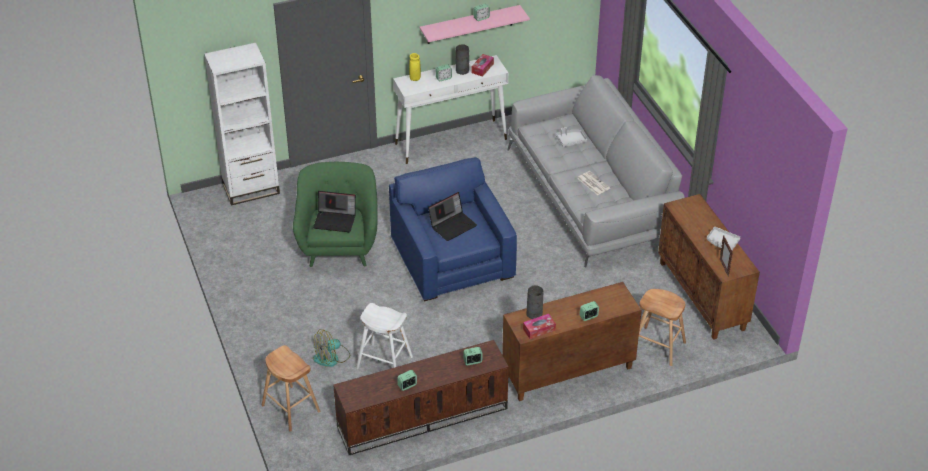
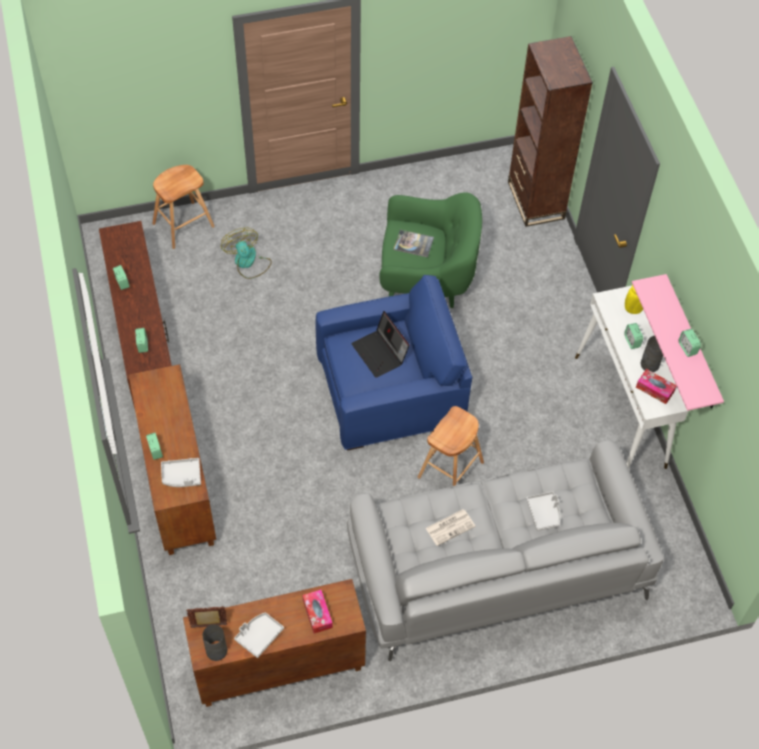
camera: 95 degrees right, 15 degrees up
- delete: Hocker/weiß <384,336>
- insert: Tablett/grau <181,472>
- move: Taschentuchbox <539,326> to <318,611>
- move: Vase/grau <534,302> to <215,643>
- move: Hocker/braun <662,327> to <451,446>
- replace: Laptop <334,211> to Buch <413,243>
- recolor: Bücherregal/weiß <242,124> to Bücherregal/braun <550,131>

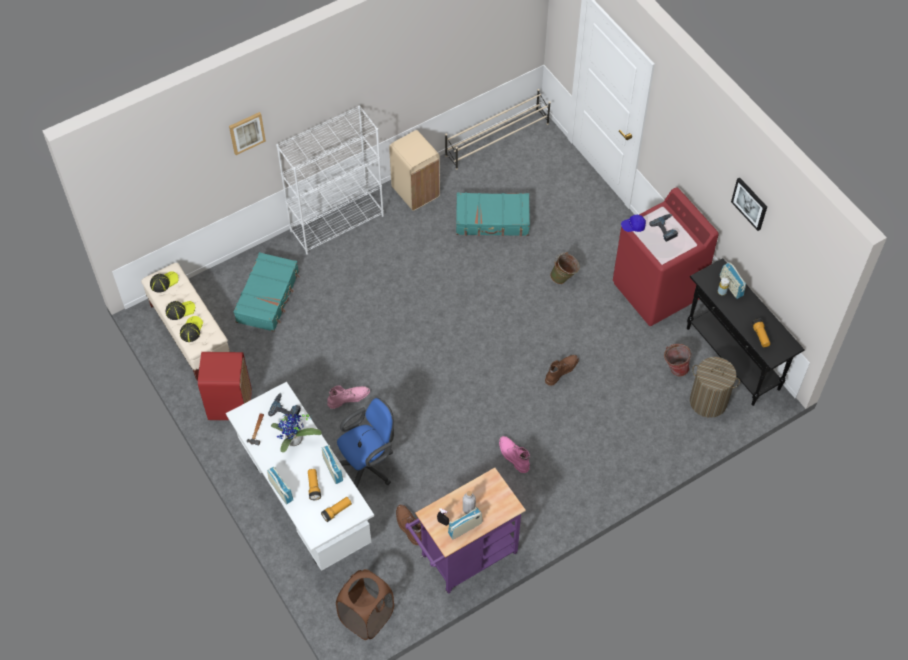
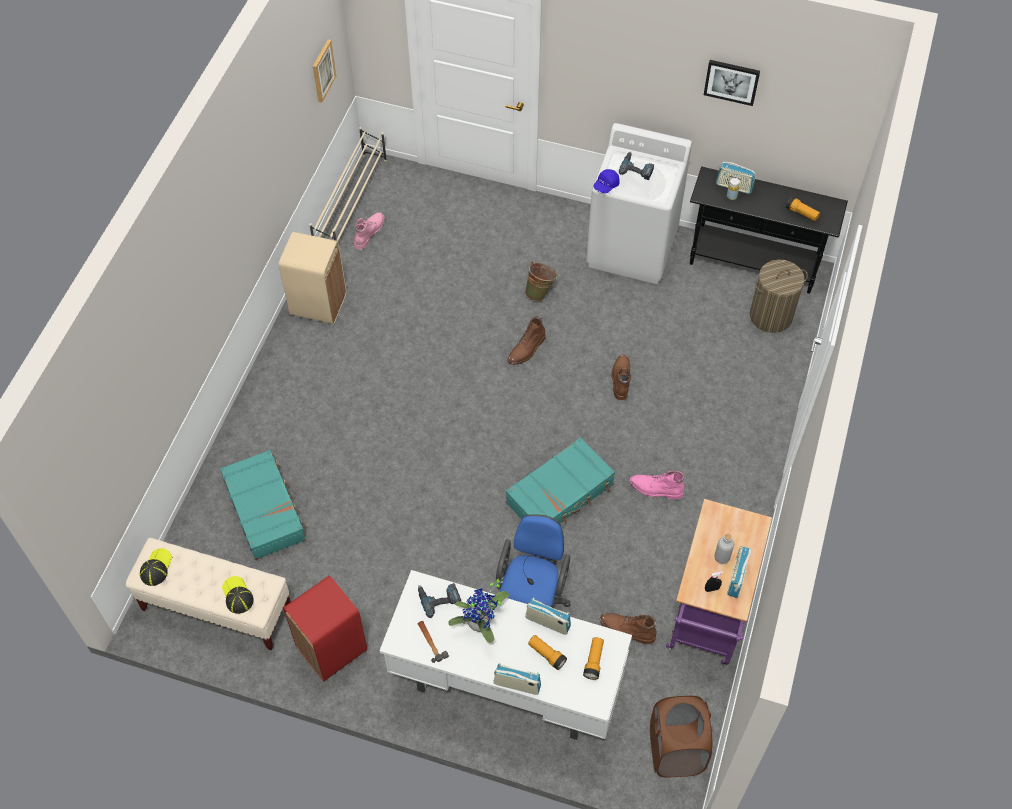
camera: 40 degrees left, 0 degrees up
- delete: Kappe <180,310>
- delete: Bücherregal/weiß <330,180>
- delete: Eimer <678,360>
- insert: Stiefel/braun <526,340>
- move: Bild <247,133> to <324,71>
- move: Stiefel/rosa <348,397> to <369,231>
- move: Koffer/türkis <493,214> to <560,480>
- recolor: Waschmaschine/rot <666,256> to Waschmaschine/weiß <639,203>

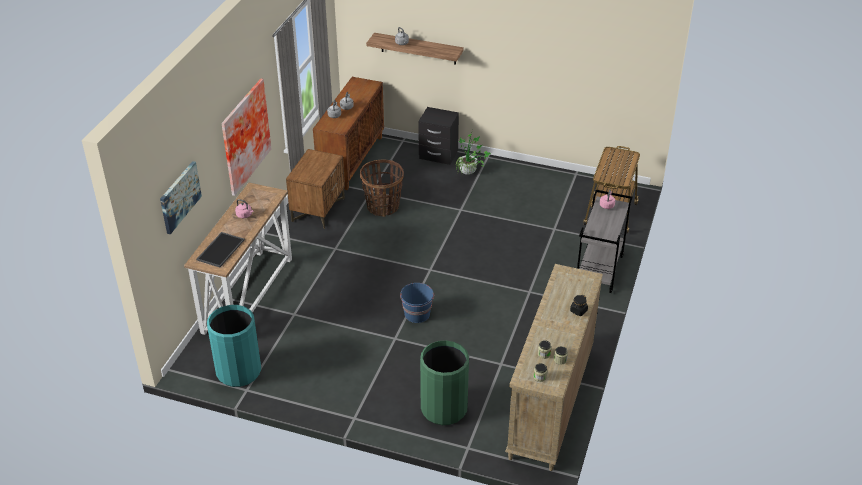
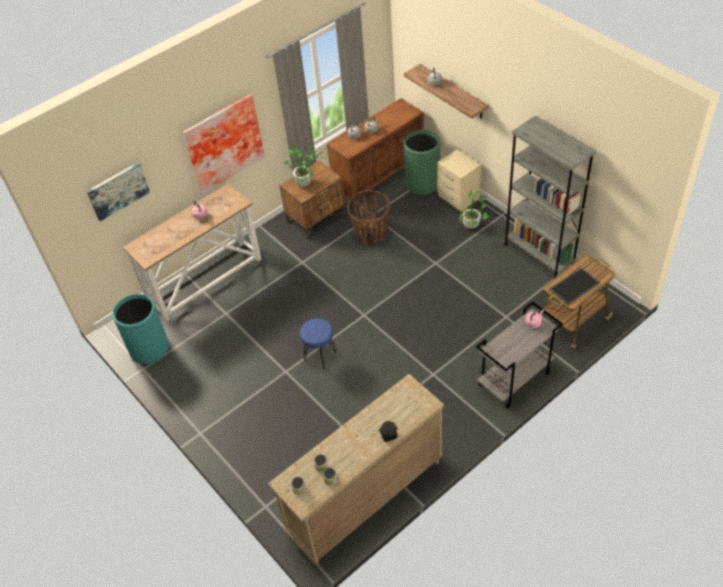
camera: 35 degrees right, 10 degrees up
- insert: Topfpflanze <306,166>
- insert: Bücherregal/grau <550,197>
- move: Tablett <220,249> to <574,286>
- move: Mülleimer/grün <444,382> to <421,162>
- replace: Eimer/blau <417,303> to Hocker/blau <318,344>
- recolor: Nachttisch/schwarz <438,136> to Nachttisch/beige <459,180>

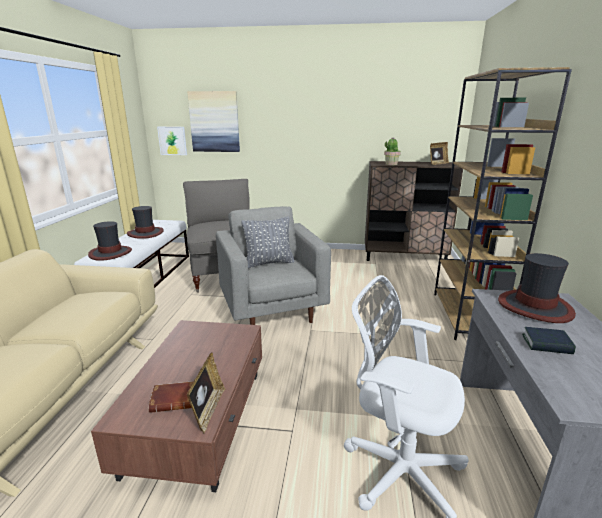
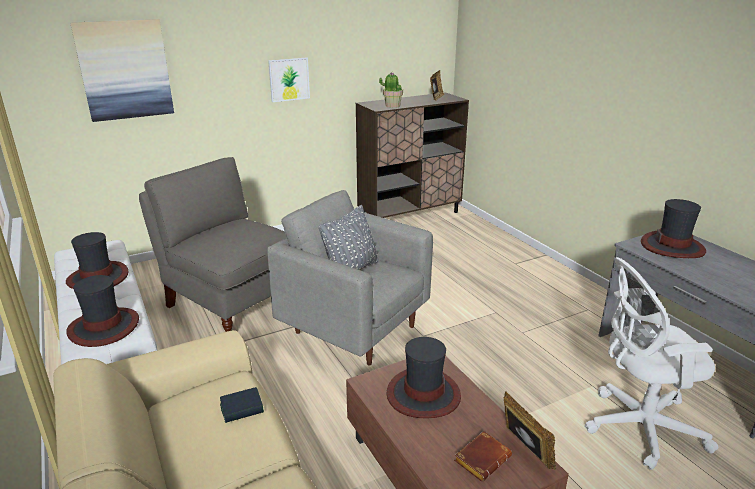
camera: 35 degrees left, 5 degrees up
- delete: Bücherregal/braun <503,203>
- insert: Hut <424,377>
- move: Bild <172,141> to <289,79>
- move: Buch <549,340> to <242,405>

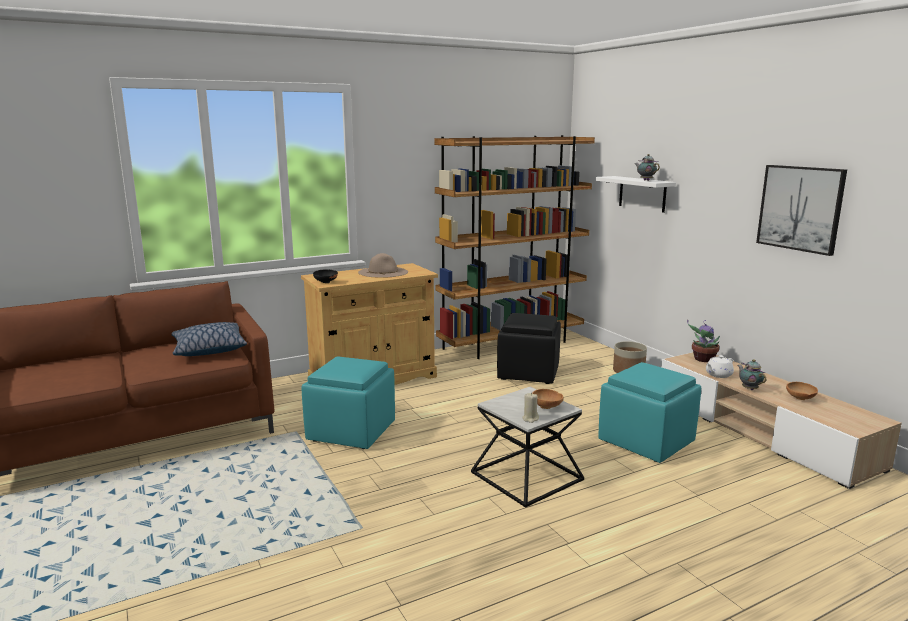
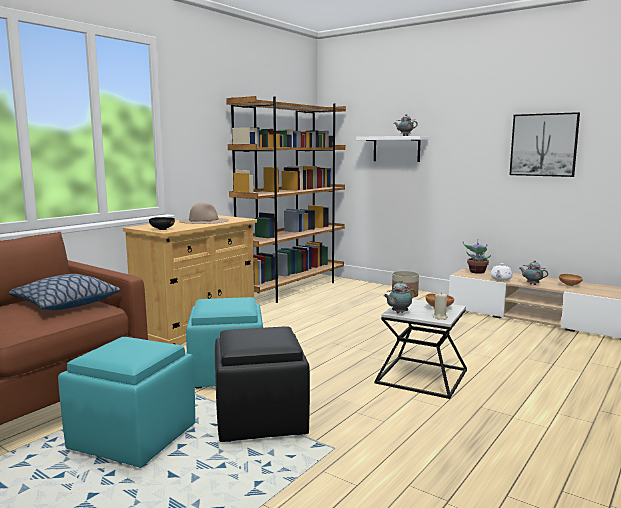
camera: 25 degrees left, 5 degrees down
- insert: Teekanne <400,296>
- move: Polsterhocker/schwarz <529,348> to <262,384>
- move: Polsterhocker/türkis <649,412> to <126,402>

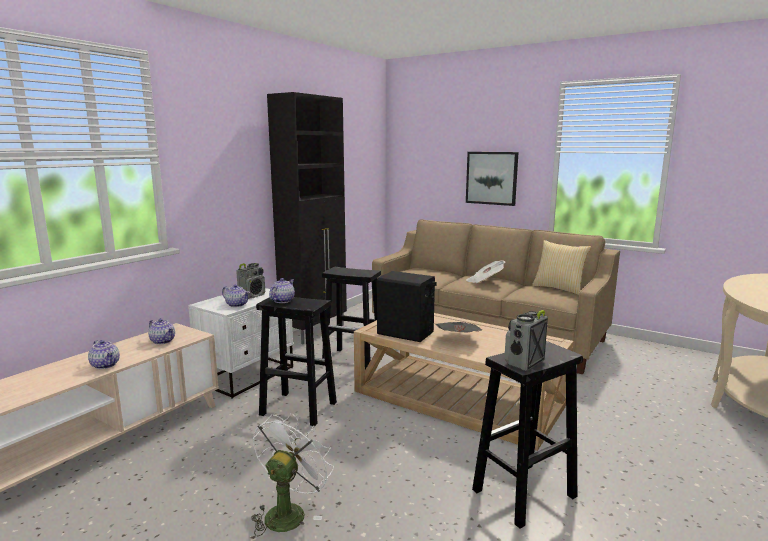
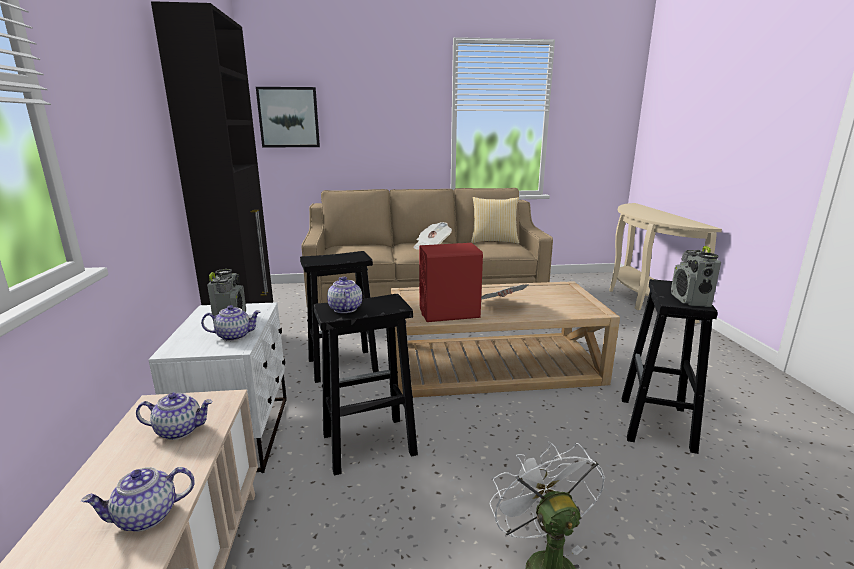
camera: 40 degrees left, 5 degrees up
- move: Bild <492,179> to <288,117>
- recolor: Lautsprecher/schwarz <407,306> to Lautsprecher/rot <451,282>
- rotate: Teekanne <104,354> = <138,499> 150 degrees clockwise

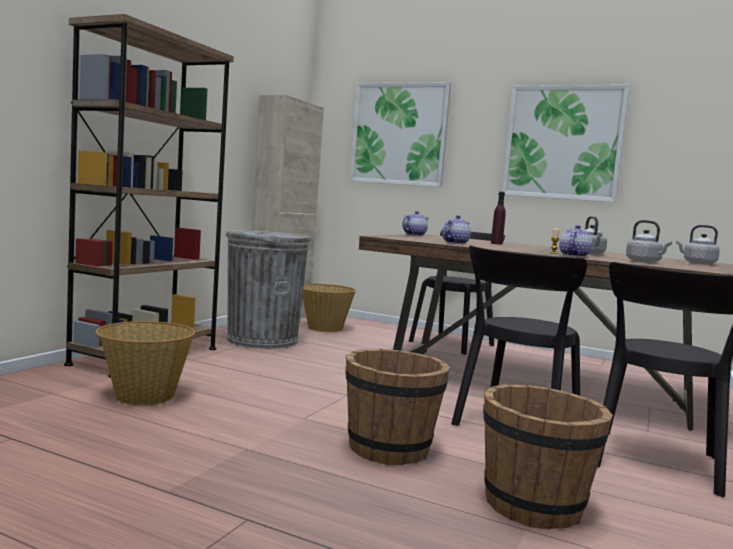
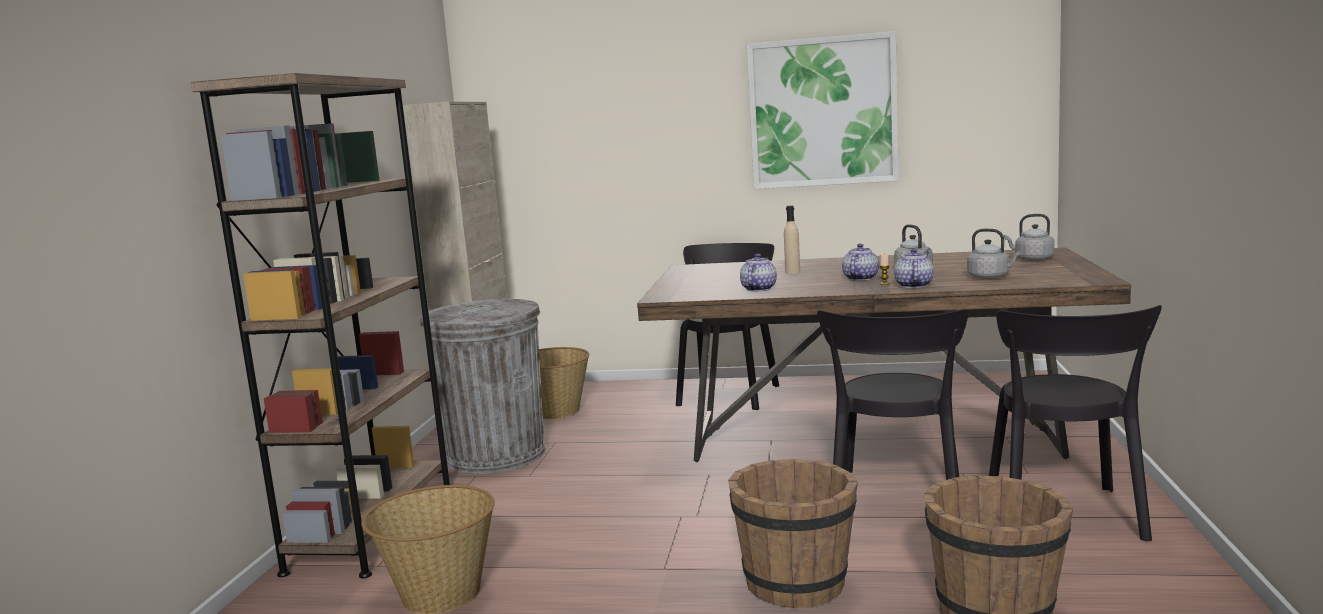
camera: 15 degrees left, 5 degrees up
- delete: Bild <400,134>
- move: Teekanne <415,223> to <860,262>
- recolor: Flasche/lila <498,218> to Flasche/beige <792,240>

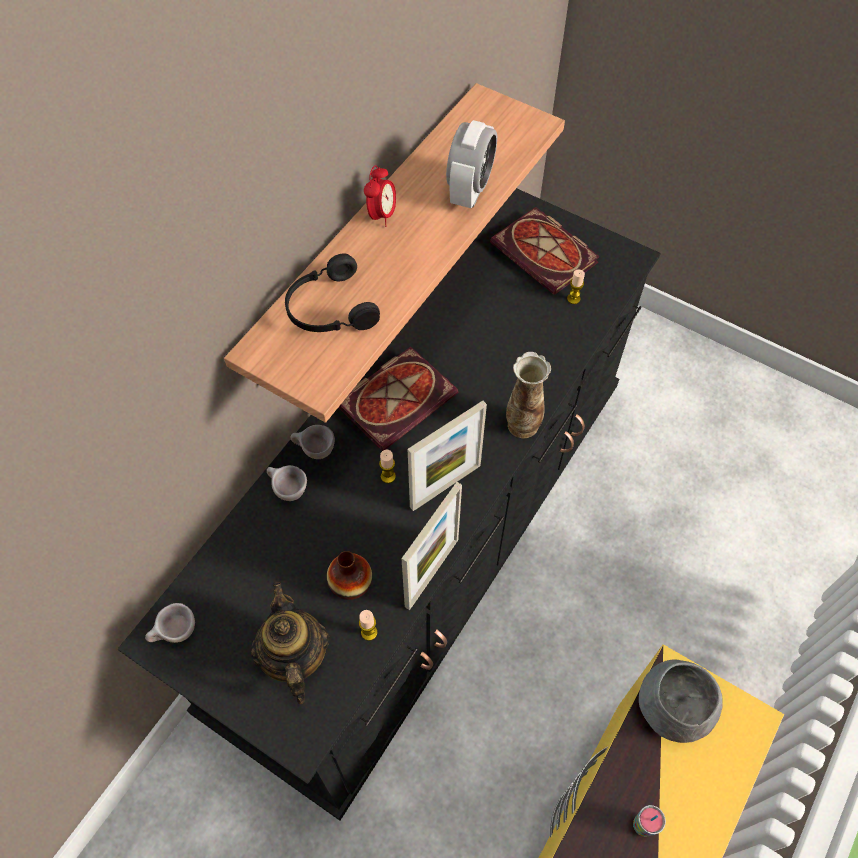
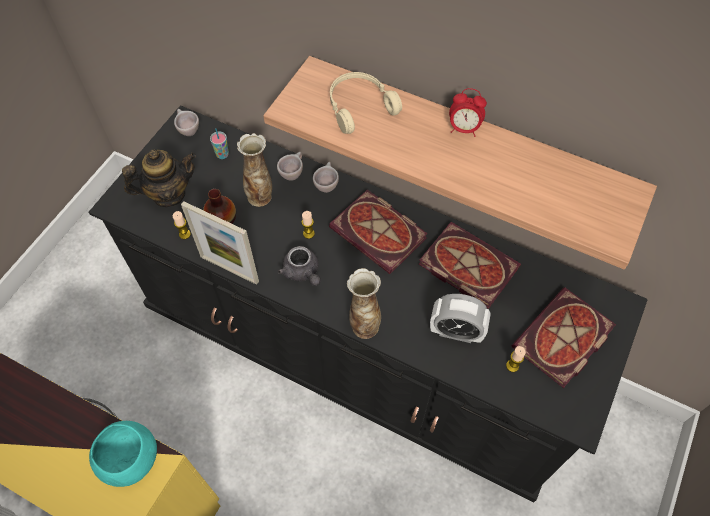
camera: 85 degrees right, 0 degrees up
- insert: Vase <254,170>
- insert: Buch <470,265>
- move: Wecker <471,164> to <460,318>
- move: Tasse <649,821> to <219,143>
- replace: Bilderrahmen <447,456> to Teekanne/grau <299,266>
- recolor: Kopfhörer/schwarz <332,292> to Kopfhörer/beige <366,103>
- recolor: Schüssel/grau <681,701> to Schüssel/türkis <123,454>

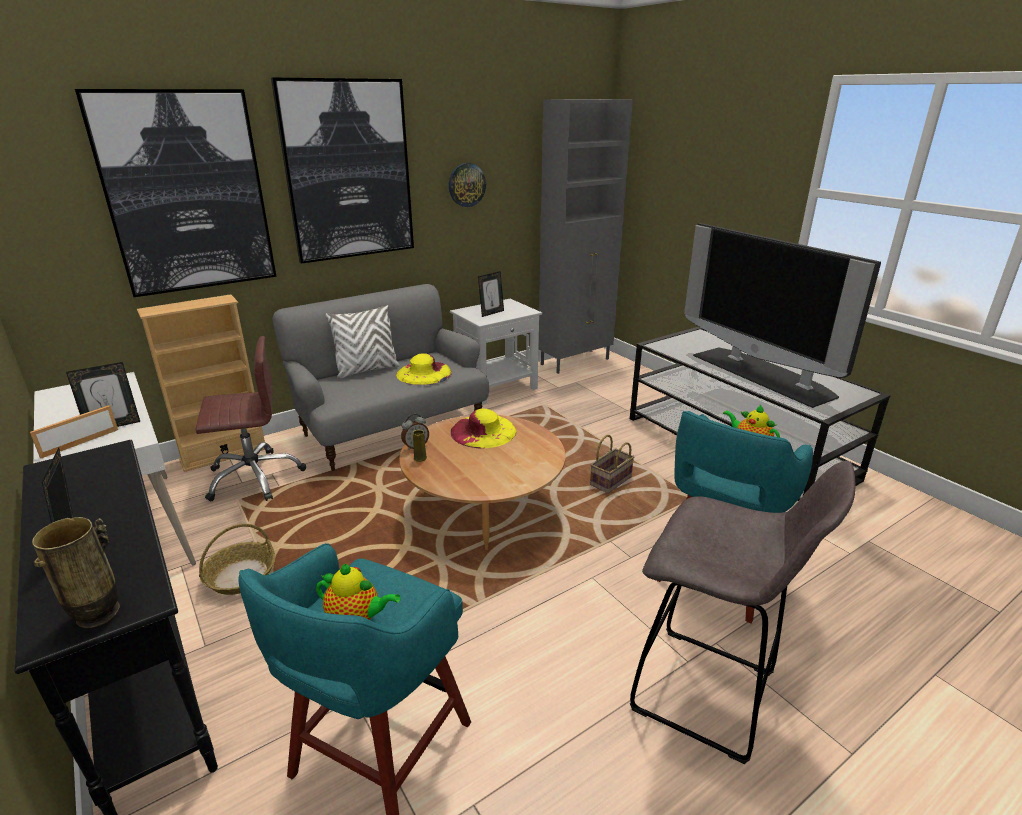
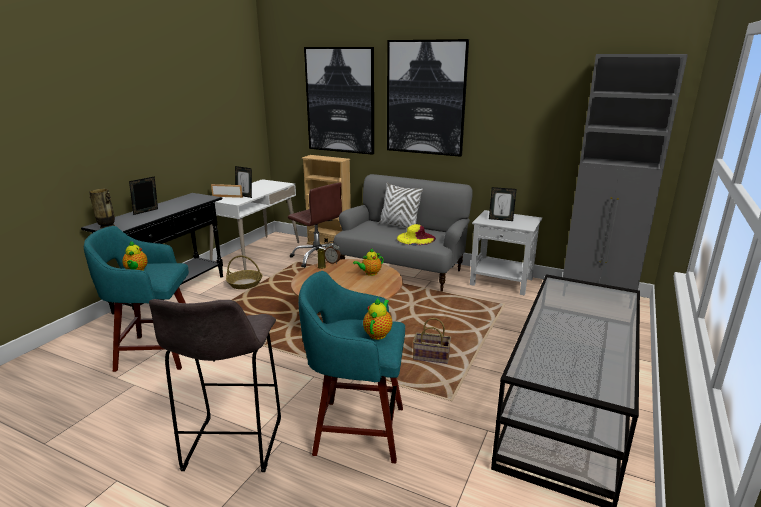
camera: 60 degrees right, 5 degrees down
- delete: Wanduhr <467,185>
- delete: Fernseher <782,315>
- replace: Hut/gelb <483,428> to Teekanne <368,262>

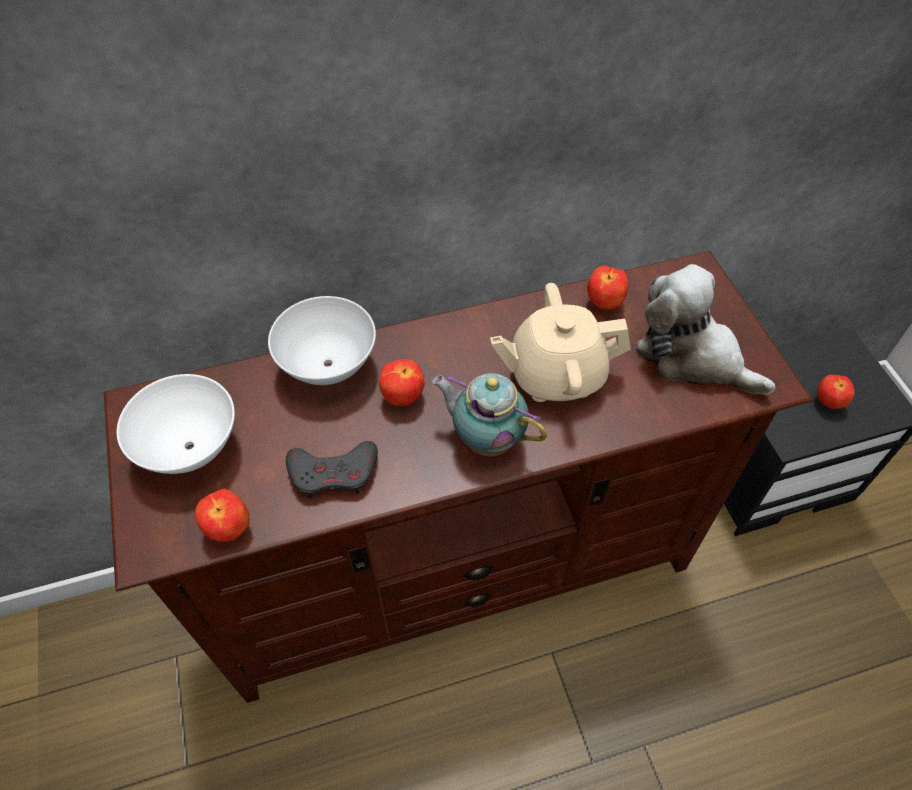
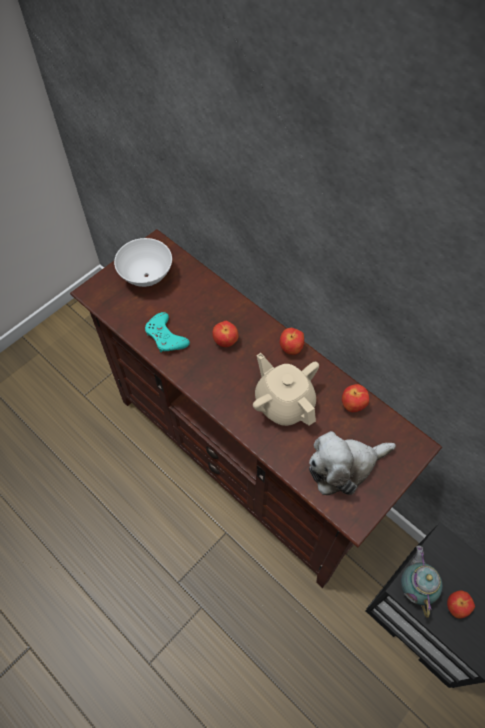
camera: 60 degrees right, 5 degrees up
- delete: Schüssel/weiß <322,340>
- move: Apfel <222,515> to <292,341>
- move: Teekanne <489,414> to <422,582>
- recolor: Gamepad/grau <332,470> to Gamepad/türkis <167,332>
- rotate: Plüschtier <705,329> = <352,463> 120 degrees counterclockwise

